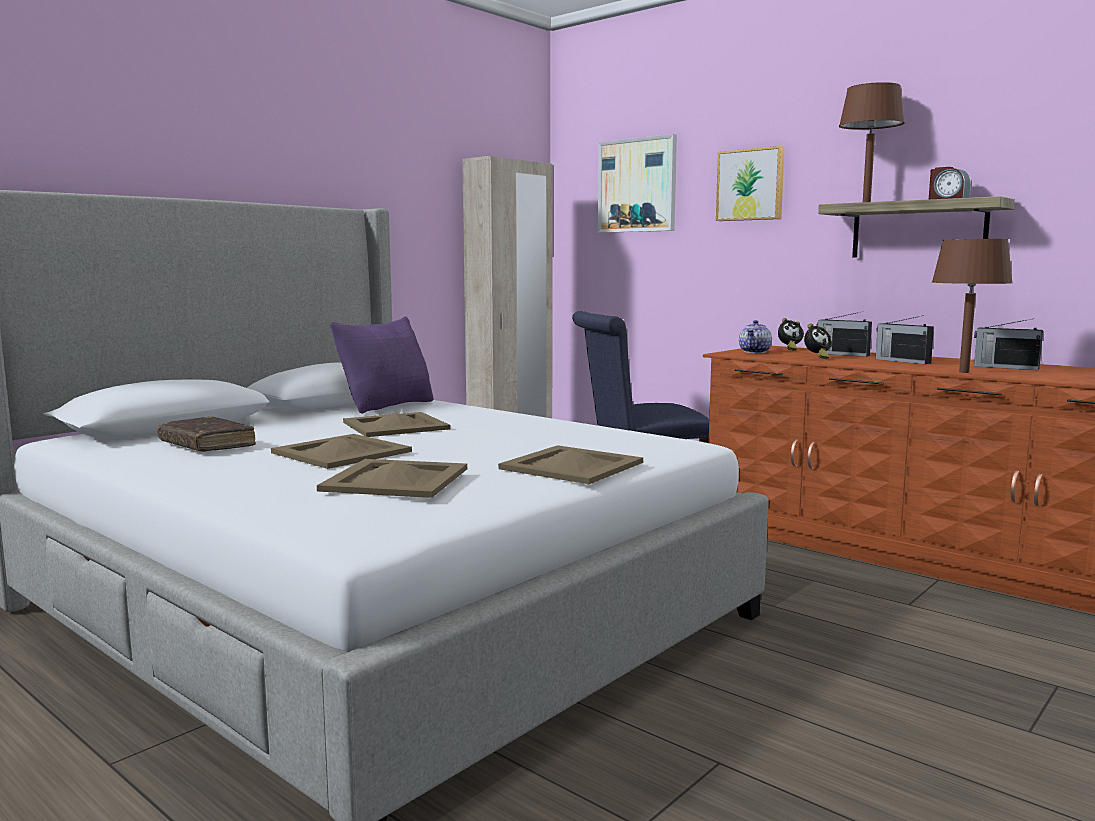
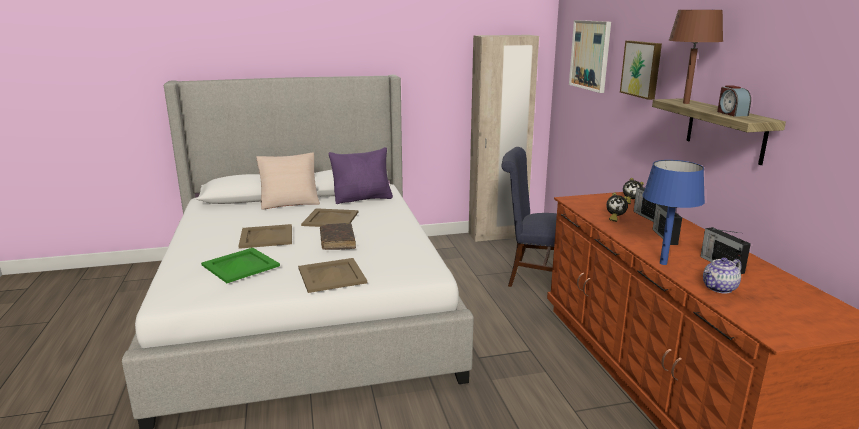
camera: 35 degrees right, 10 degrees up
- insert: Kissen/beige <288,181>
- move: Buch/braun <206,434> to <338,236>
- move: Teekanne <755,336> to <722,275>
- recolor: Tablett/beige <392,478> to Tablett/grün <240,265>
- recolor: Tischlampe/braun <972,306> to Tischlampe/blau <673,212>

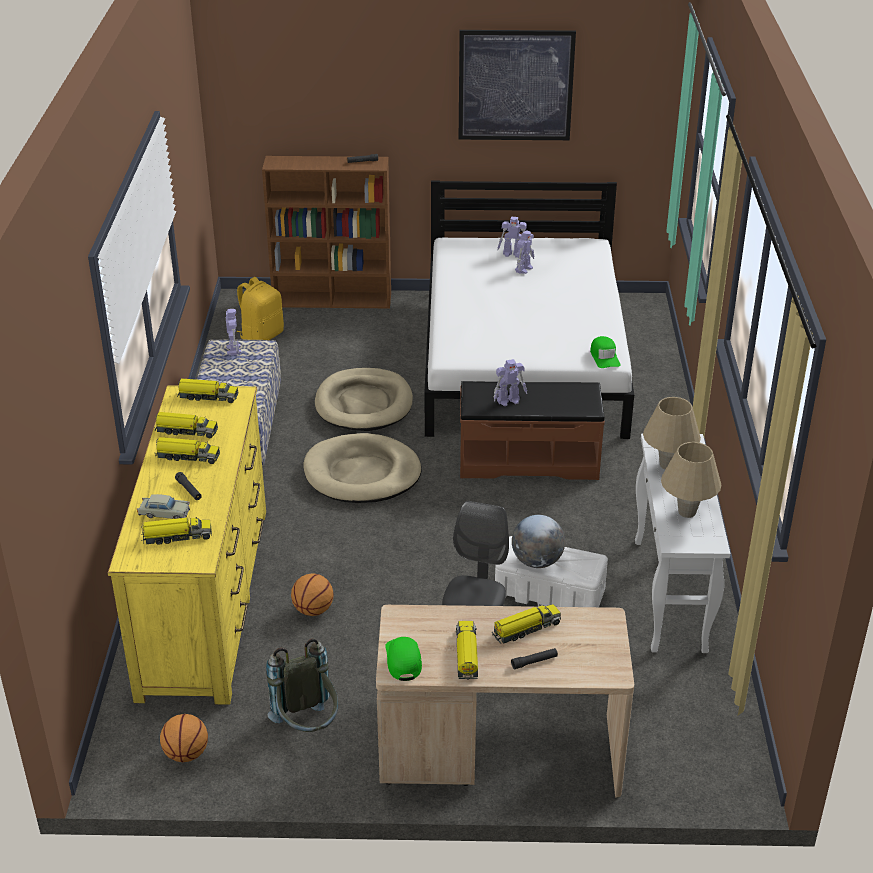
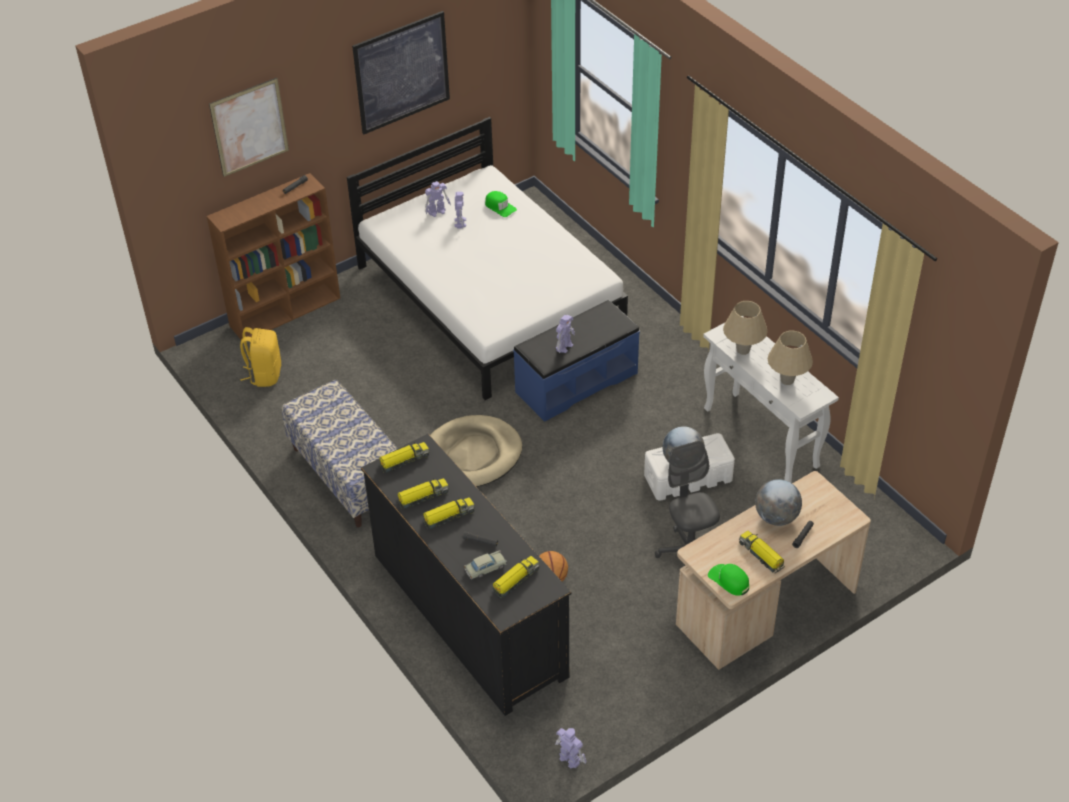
camera: 35 degrees left, 10 degrees up
- delete: Basketball <184,738>
- delete: Rucksack/grau <302,685>
- delete: Hundebett/beige <364,399>
- insert: Bild <249,127>
- move: Spielzeugroboter <233,332> to <570,748>
- move: Kappe/grün <605,352> to <501,204>
- replace: Spielzeuglaster <526,624> to Globus <778,502>
- recolor: Kommode/gelb <187,545> to Kommode/schwarz <466,575>
- recolor: Bank/braun <532,430> to Bank/blau <576,361>

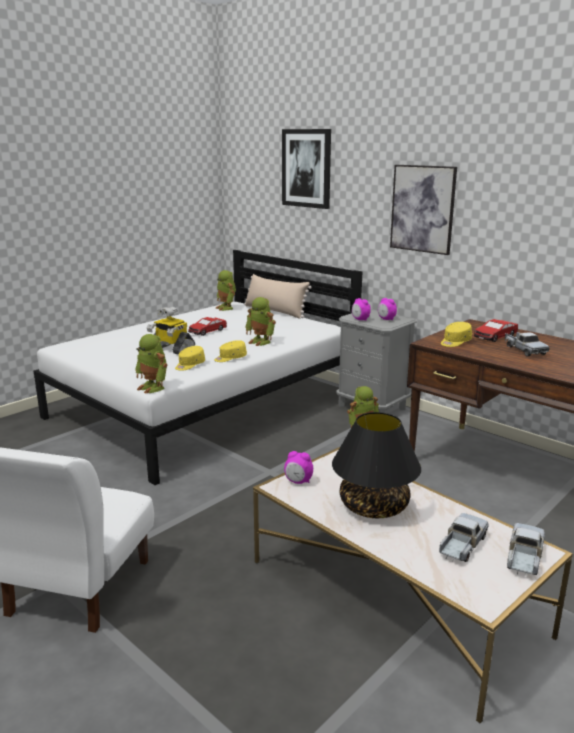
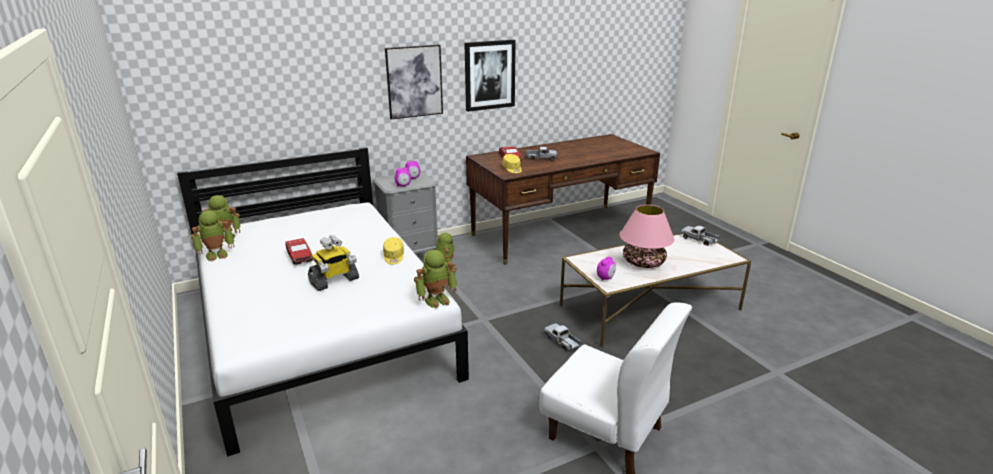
camera: 70 degrees left, 5 degrees up
- delete: Kappe/gelb <190,358>
- delete: Kissen/beige <278,296>
- move: Spielzeugroboter <260,321> to <212,235>
- move: Bild <306,169> to <490,76>
- move: Spielzeuglaster <464,537> to <562,337>
- recolor: Tischlampe/schwarz <376,465> to Tischlampe/rosa <647,236>

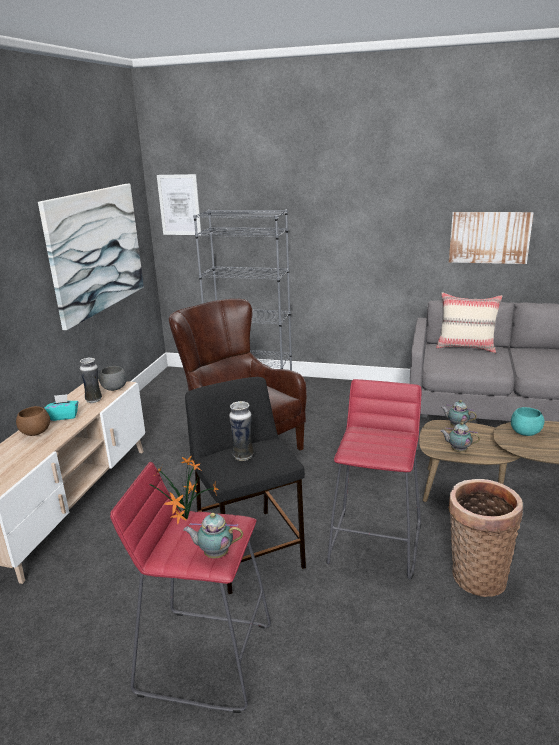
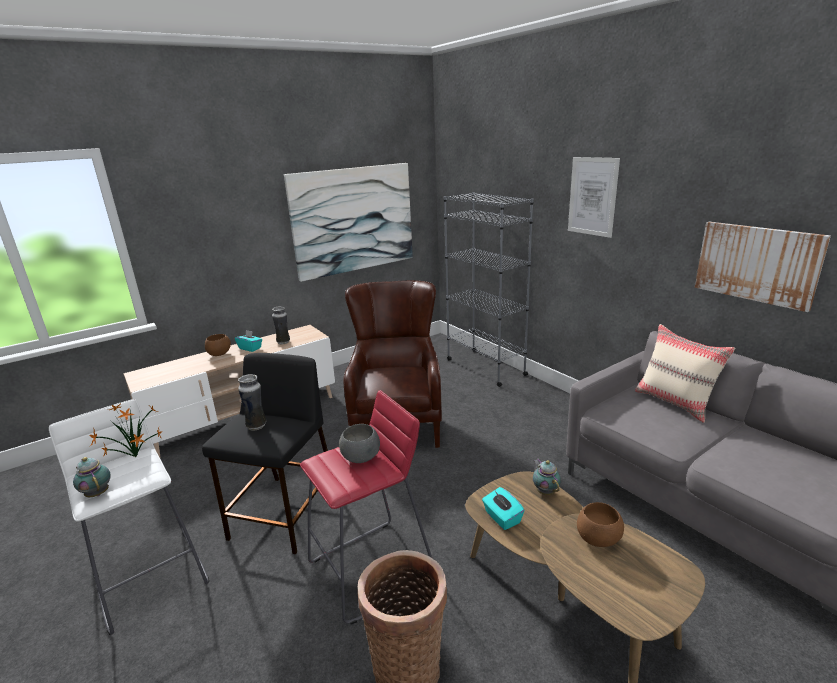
camera: 40 degrees right, 0 degrees up
- move: Schüssel/grau <113,378> to <359,443>
- move: Bild <179,204> to <594,197>
- replace: Teekanne <460,437> to Taschentuchbox/türkis <503,508>
- recolor: Hocker/rot <190,587> to Hocker/weiß <129,517>
- recolor: Schüssel/türkis <527,421> to Schüssel/braun <600,524>

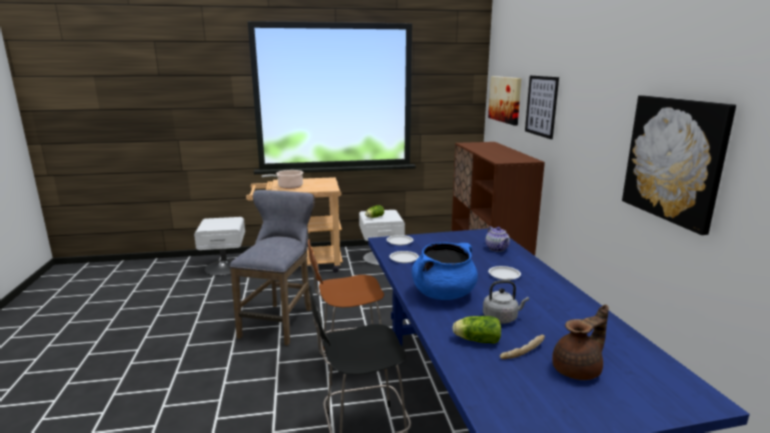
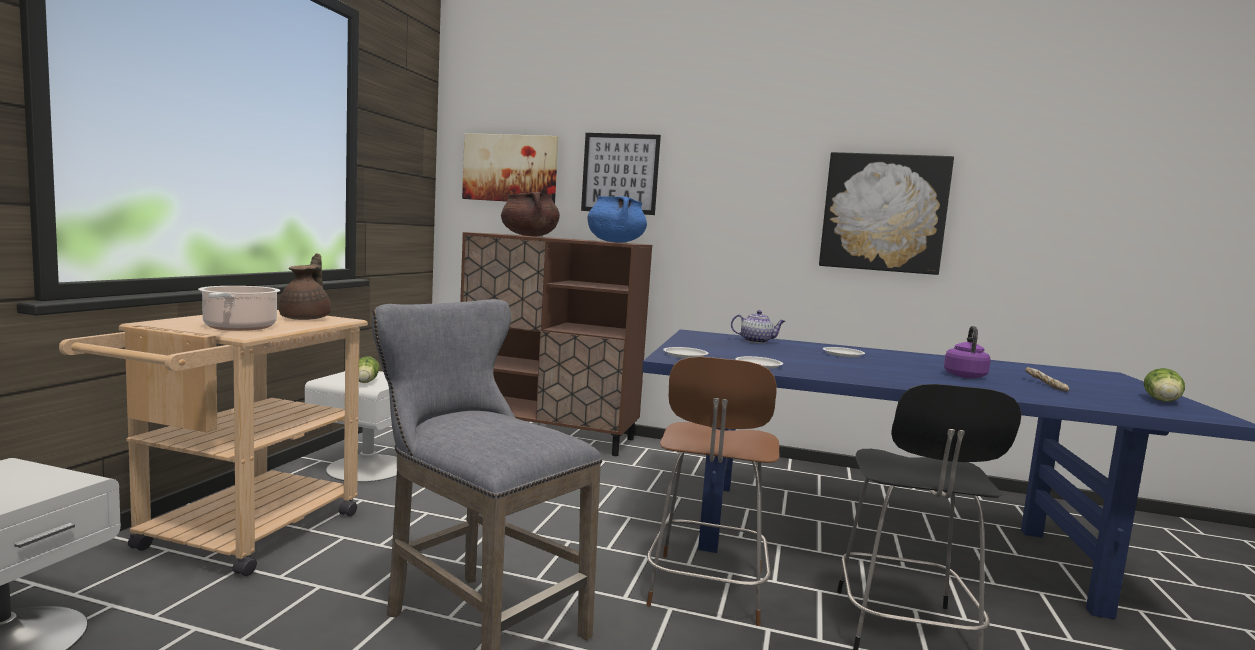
camera: 65 degrees left, 10 degrees down
- insert: Kochtopf/braun <530,214>
- move: Kochtopf/blau <445,271> to <617,219>
- move: Salatkopf <476,330> to <1164,385>
- move: Teekanne/braun <580,342> to <305,286>
- recolor: Wasserkessel/grau <506,302> to Wasserkessel/lila <967,352>

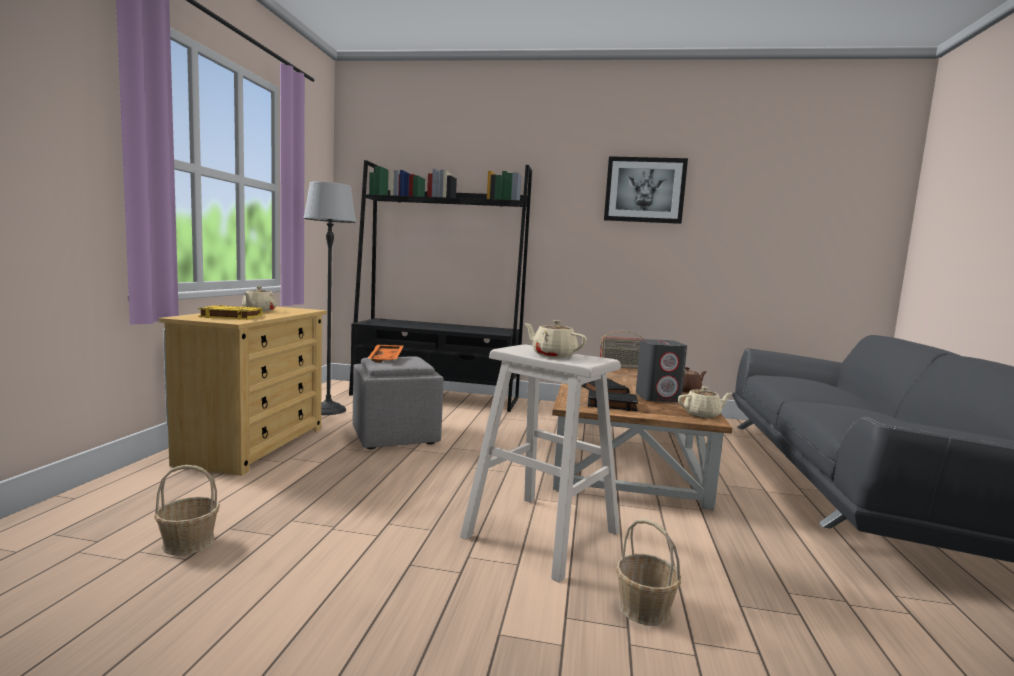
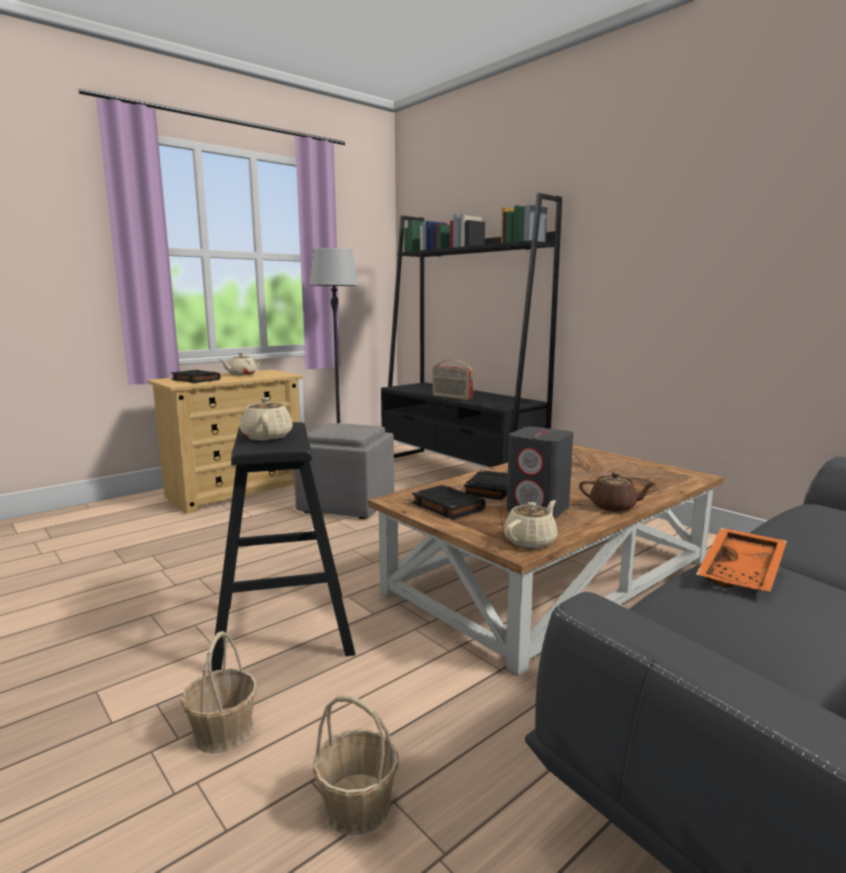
camera: 40 degrees right, 5 degrees up
- delete: Bild <646,190>
- move: Korb <187,510> to <356,765>
- move: Tablett/orange <385,354> to <741,559>
- move: Radio <621,350> to <453,379>
- recolor: Buch/gelb <230,312> to Buch/schwarz <196,376>
- recolor: Hocker/beige <540,463> to Hocker/schwarz <283,547>
- rotate: Teekanne/beige <705,402> = <530,524> 75 degrees counterclockwise

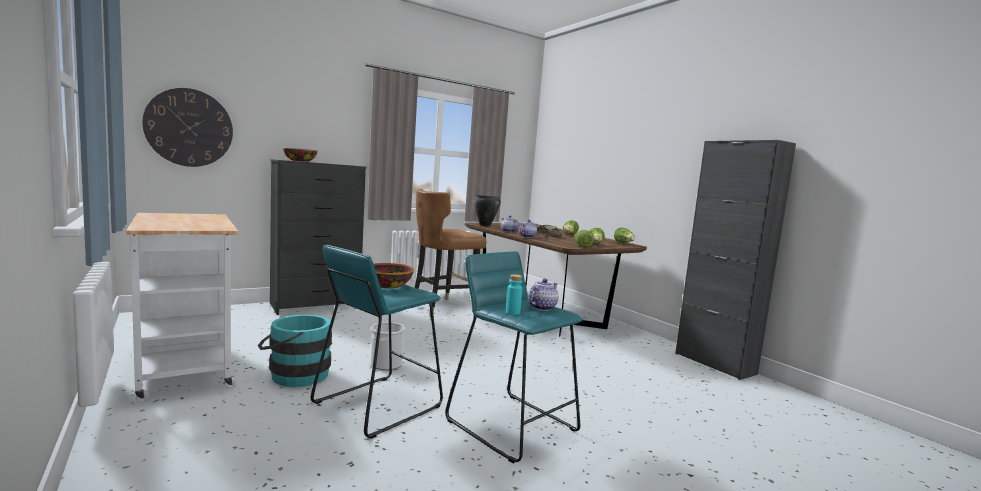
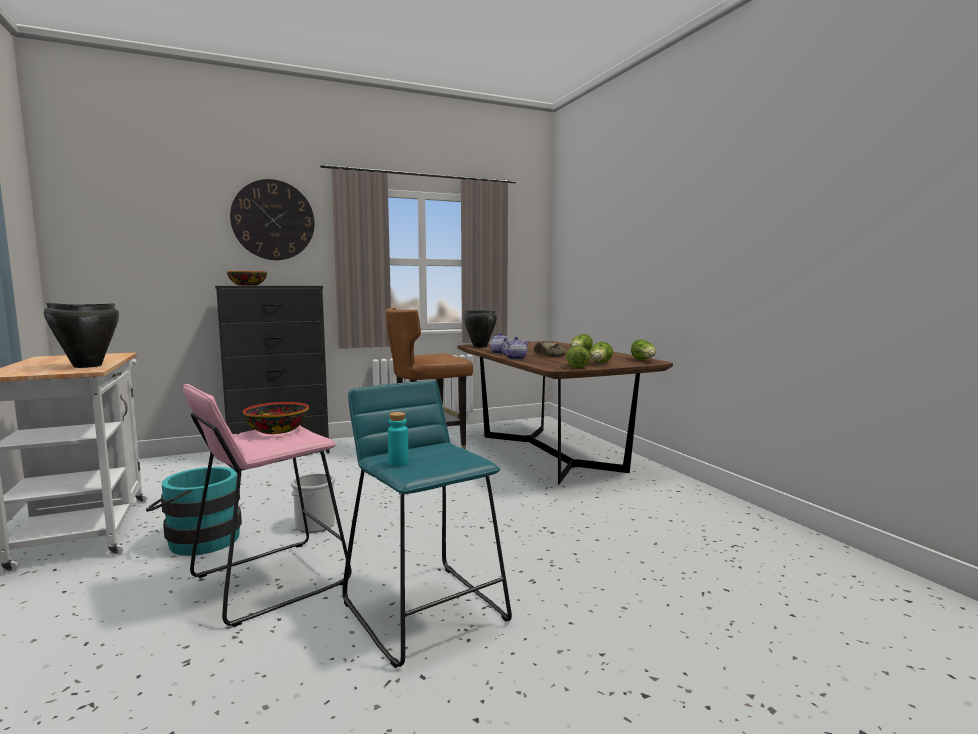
camera: 10 degrees right, 0 degrees up
- delete: Teekanne <543,295>
- delete: Schrank/schwarz <735,260>
- insert: Kochtopf/schwarz <81,335>
- move: Wanduhr <187,127> to <272,219>
- recolor: Hocker/türkis <377,342> to Hocker/rosa <267,505>

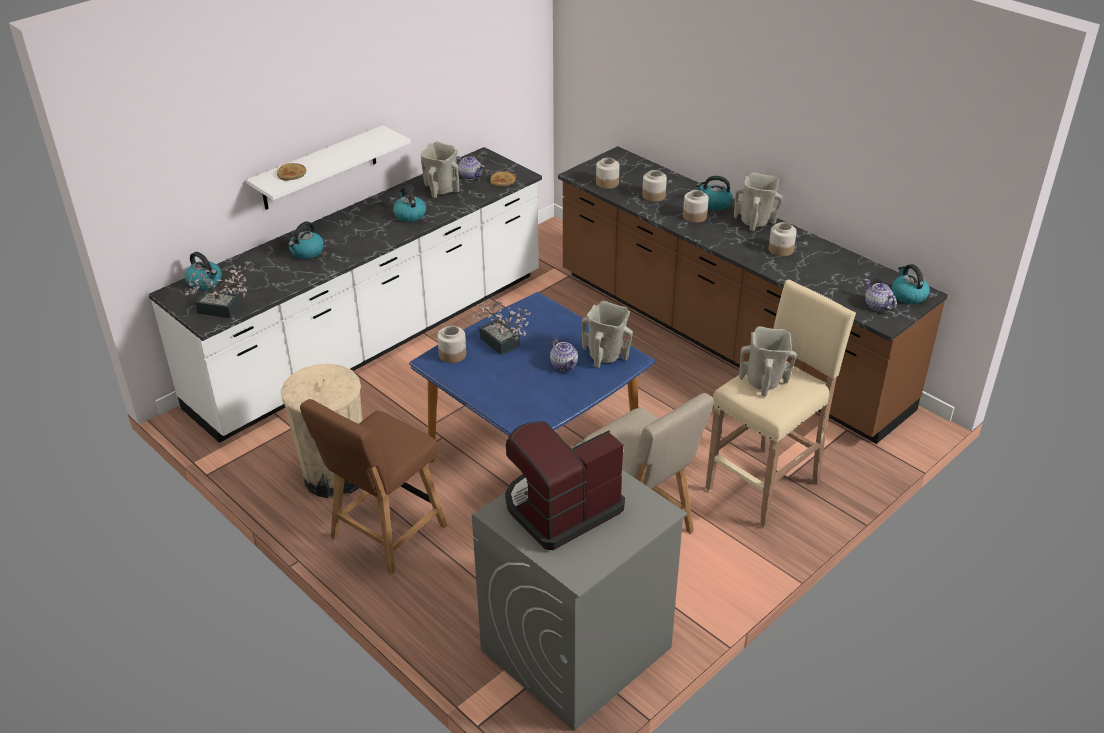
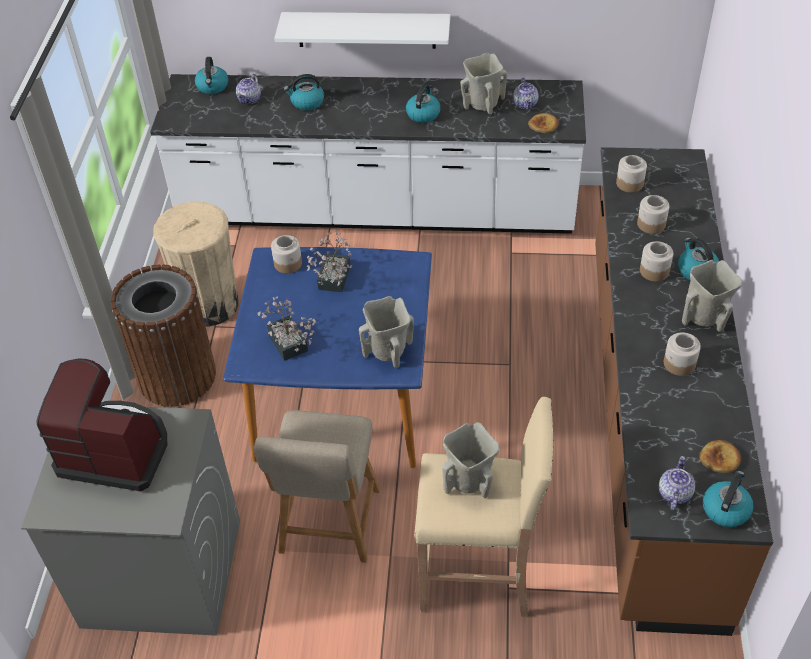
camera: 50 degrees right, 10 degrees up
- move: Topfpflanze <216,292> to <287,328>
- move: Brot <291,172> to <720,456>
- move: Teekanne <564,354> to <248,89>
- replace: Stuhl/braun <373,487> to Mülleimer/braun <163,335>

